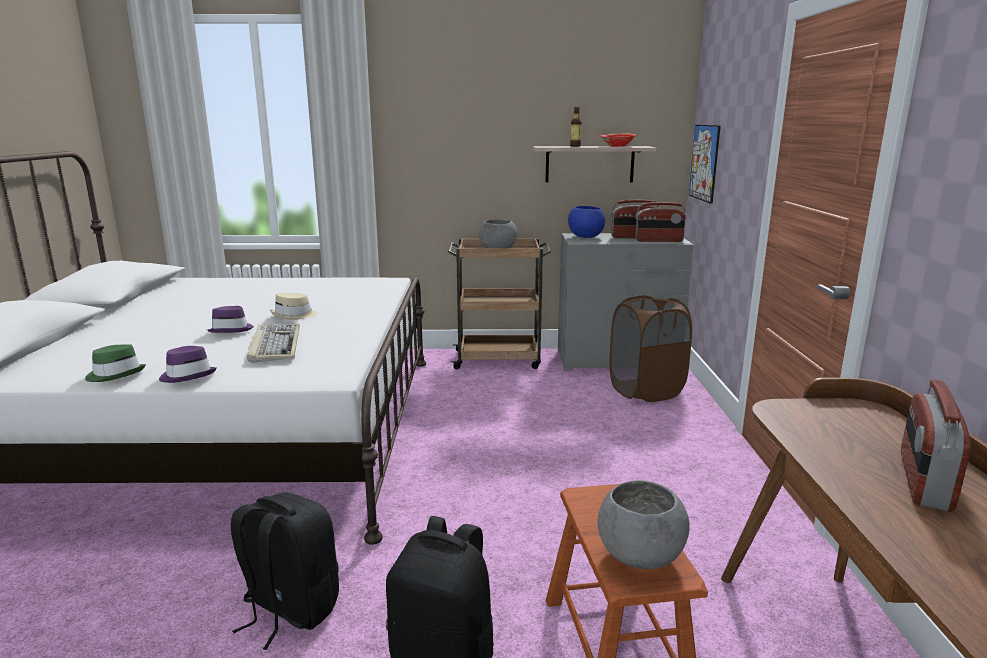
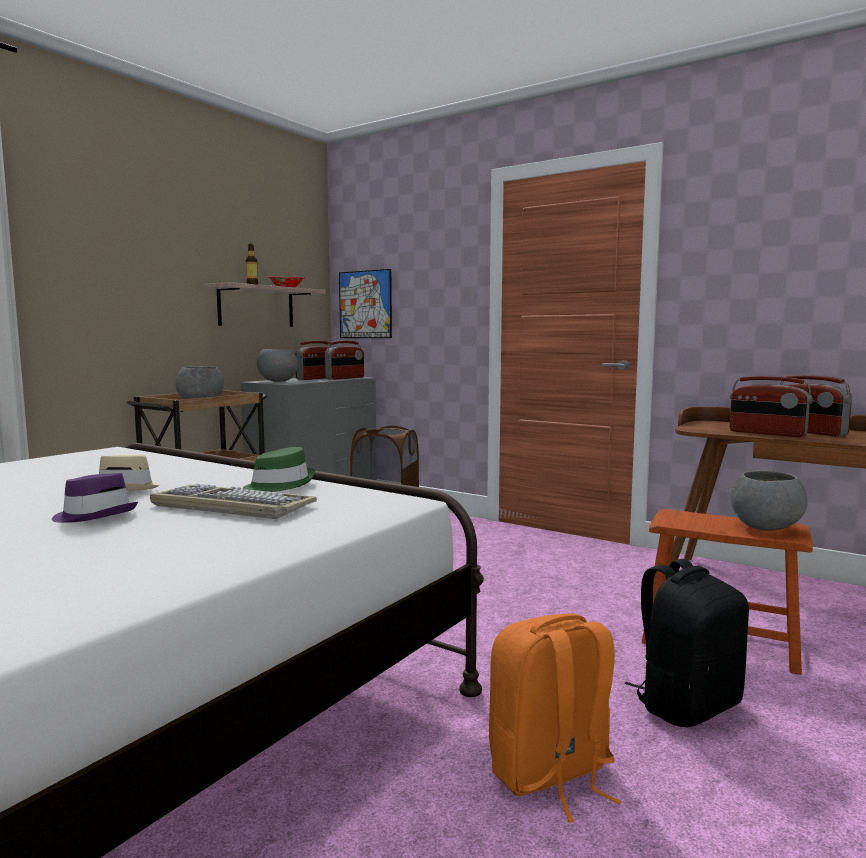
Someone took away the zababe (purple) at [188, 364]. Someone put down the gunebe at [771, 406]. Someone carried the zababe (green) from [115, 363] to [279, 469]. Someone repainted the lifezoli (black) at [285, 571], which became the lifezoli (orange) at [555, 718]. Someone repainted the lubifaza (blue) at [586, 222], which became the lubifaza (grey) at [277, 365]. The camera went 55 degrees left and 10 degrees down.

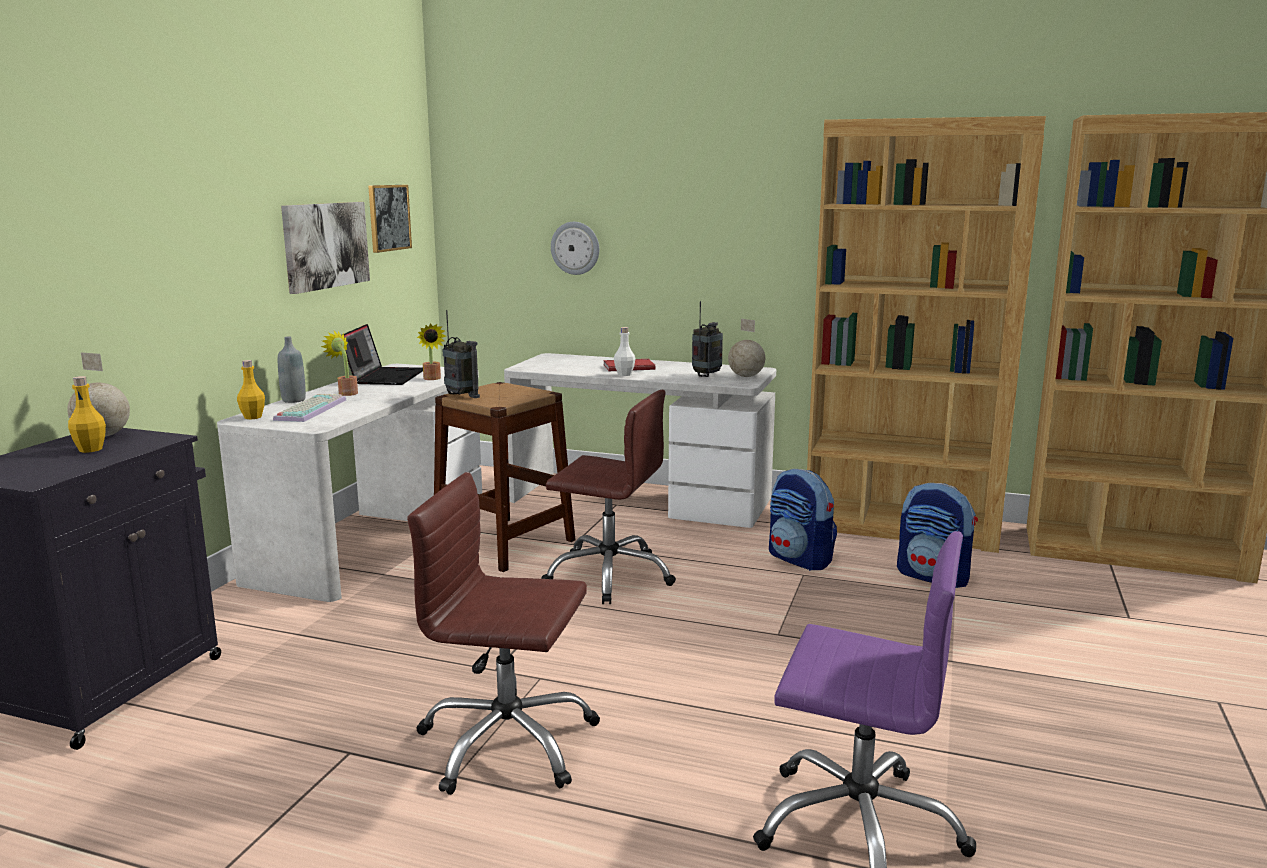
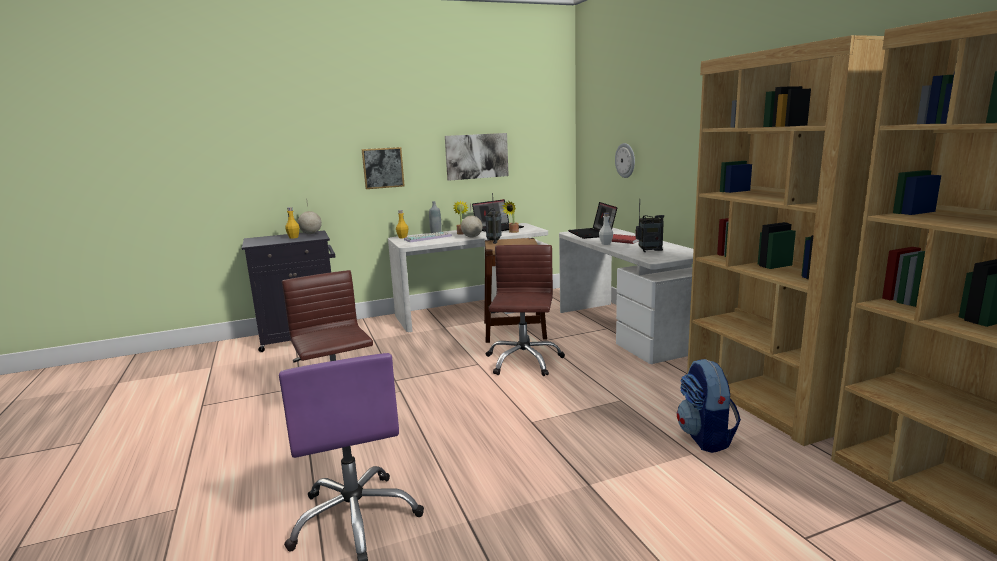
Someone took away the lifezoli at [803, 520]. Someone put down the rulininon at [592, 220]. Someone carried the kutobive from [390, 219] to [383, 168]. Someone carried the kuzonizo from [746, 348] to [472, 220]. Someone rotated the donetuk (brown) at [608, 497] by 150 degrees counterclockwise. The camera went 50 degrees right and 0 degrees up.

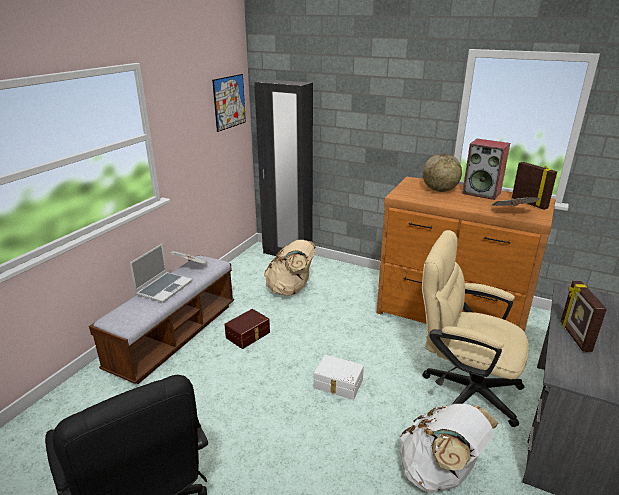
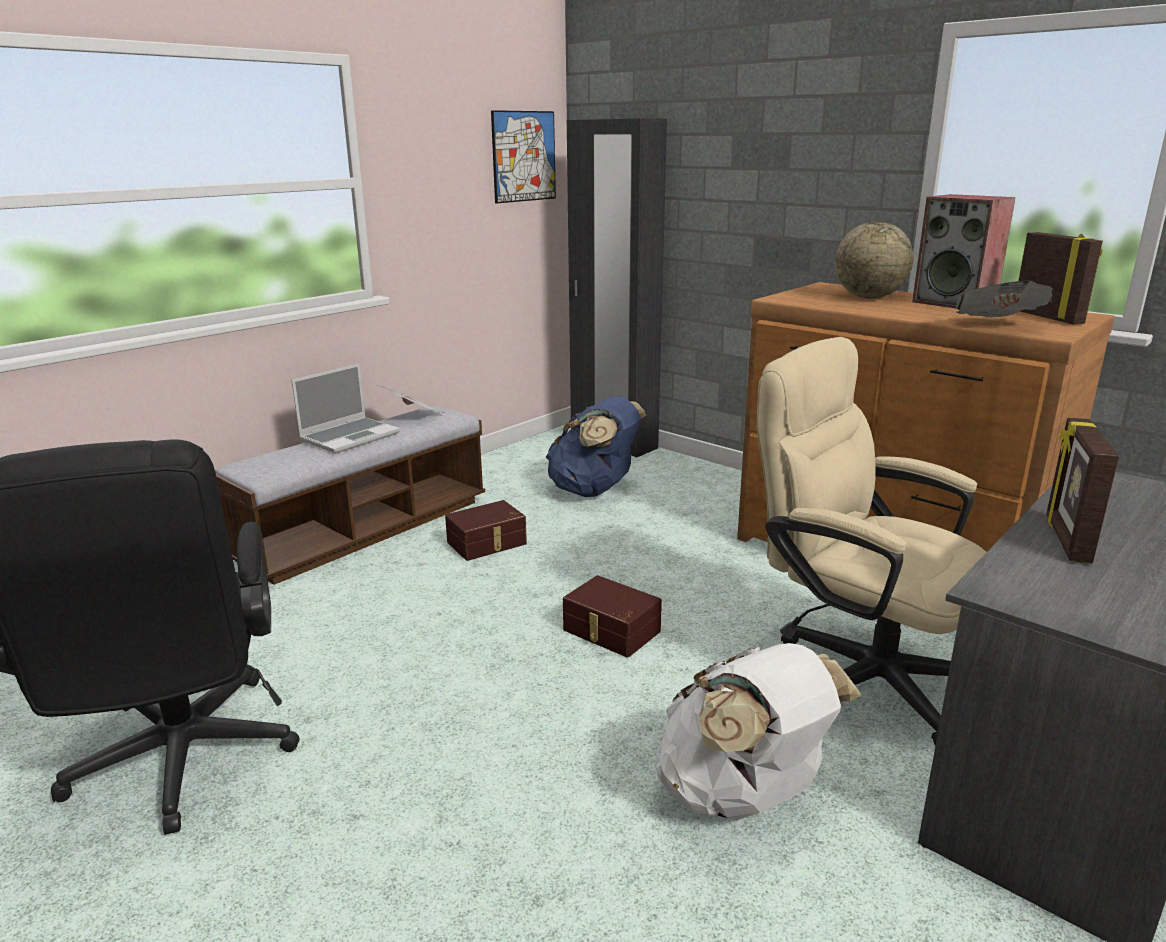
Someone repainted the lifezoli (beige) at [290, 268], which became the lifezoli (blue) at [596, 446]. Someone repainted the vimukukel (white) at [339, 377], which became the vimukukel (brown) at [612, 616]. The camera went 15 degrees right and 5 degrees down.

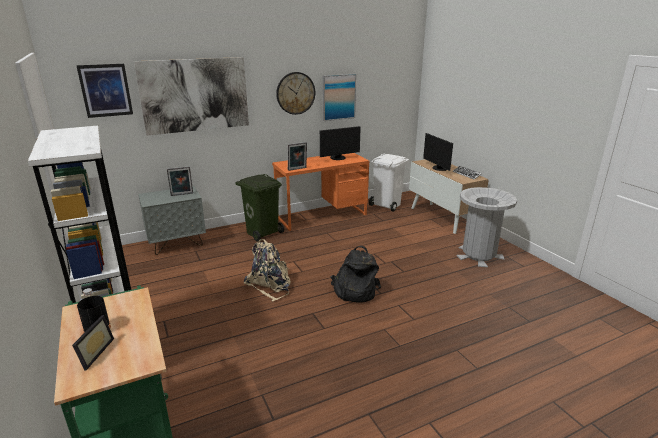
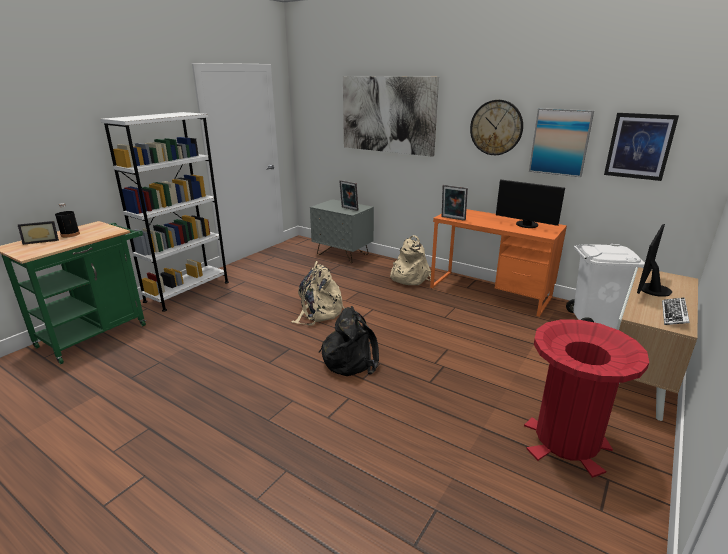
Someone carried the kutobive from [104, 91] to [641, 147]. Someone swapped the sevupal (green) at [260, 208] for the lifezoli (beige) at [410, 260]. Someone repainted the sevupal (grey) at [487, 227], which became the sevupal (red) at [586, 398]. The camera went 60 degrees right and 0 degrees up.

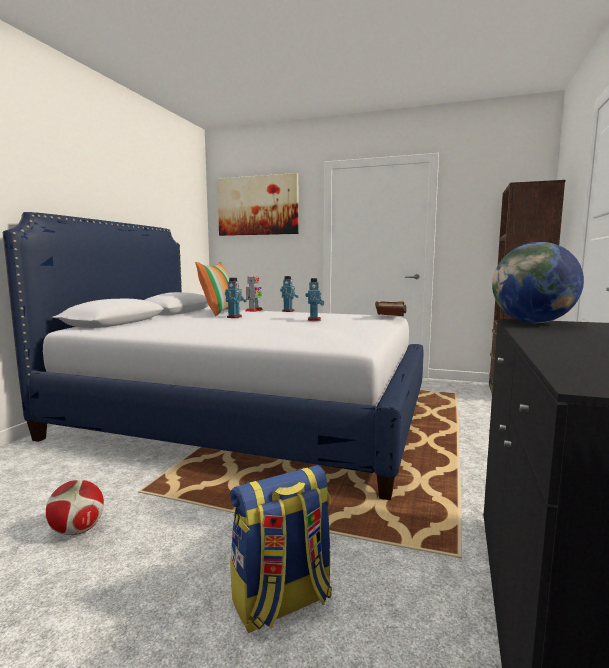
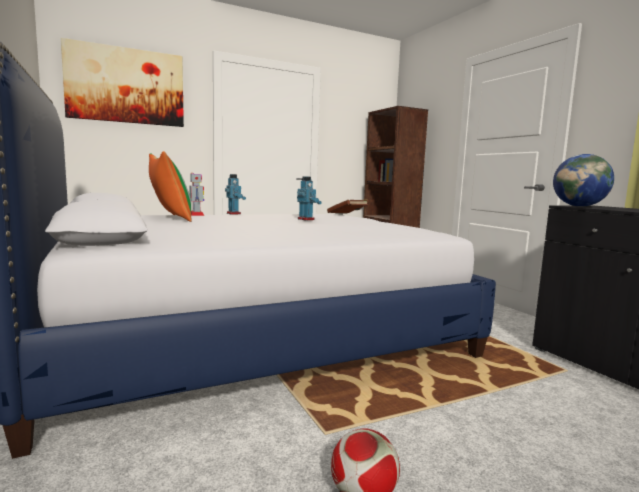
Someone took away the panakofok at [236, 298]. Someone took away the lifezoli at [281, 549]. The camera went 45 degrees left and 0 degrees up.

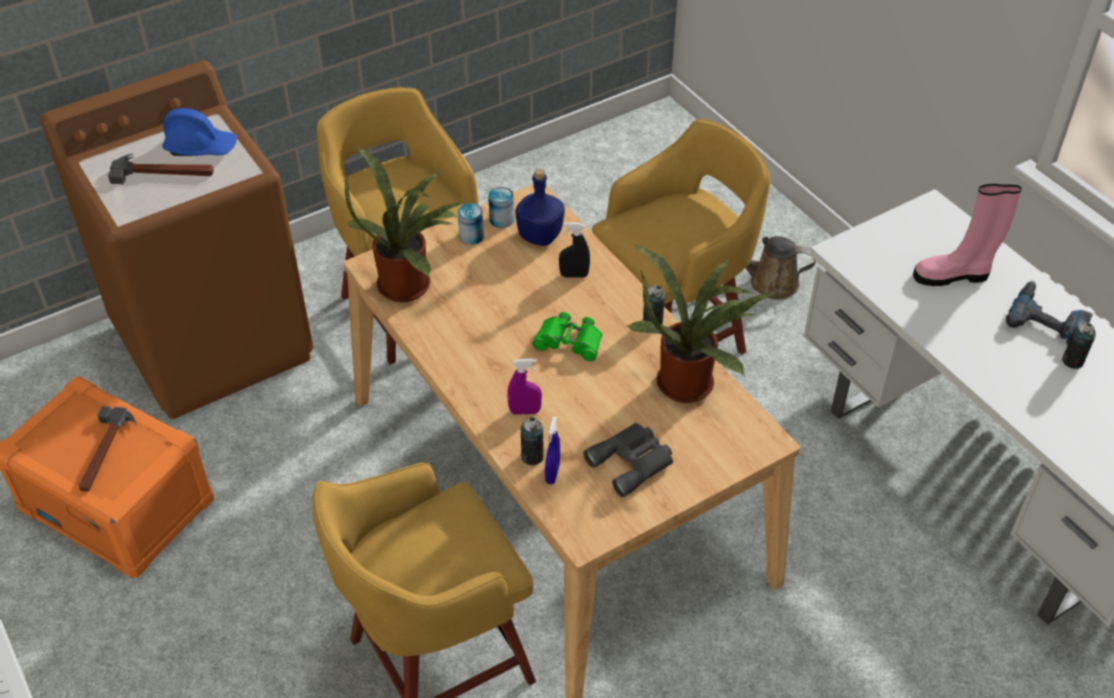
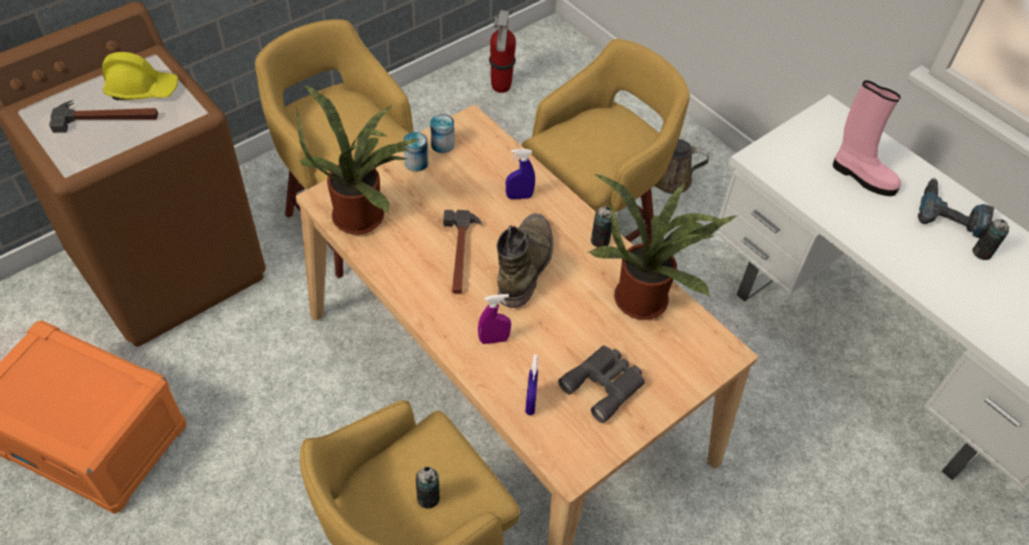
Someone took away the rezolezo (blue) at [540, 207]. Someone put down the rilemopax at [502, 51]. Someone carried the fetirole from [107, 449] to [463, 251]. Someone carried the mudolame from [532, 441] to [428, 488]. Someone swapped the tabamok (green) at [567, 336] for the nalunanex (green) at [525, 260]. Someone repainted the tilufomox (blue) at [199, 132], which became the tilufomox (yellow) at [140, 76]. Someone repainted the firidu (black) at [574, 250], which became the firidu (blue) at [520, 174]. Someone rotated the nalunanex (pink) at [967, 235] by 135 degrees counterclockwise. The camera went 10 degrees left and 5 degrees up.

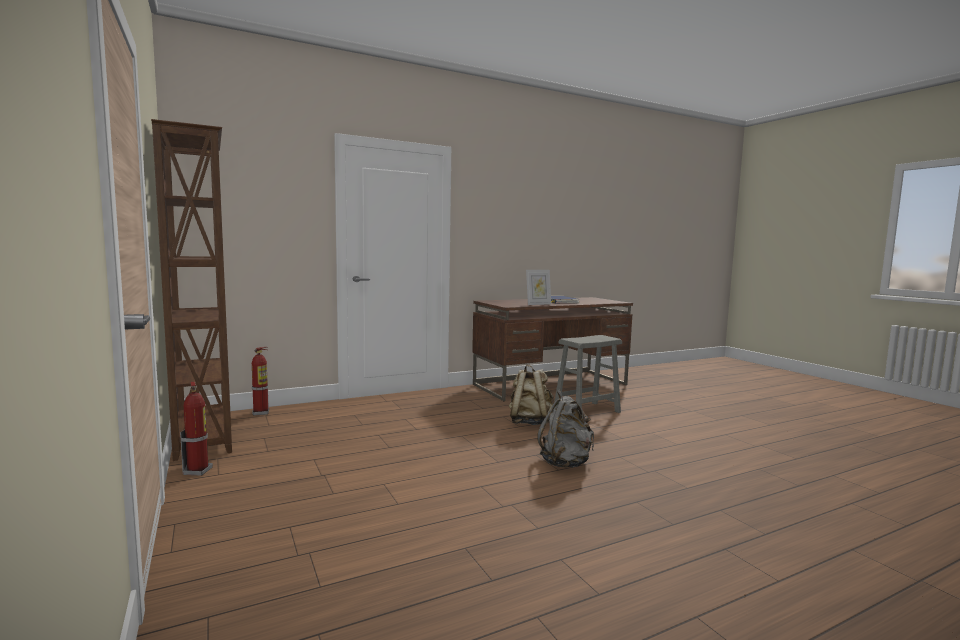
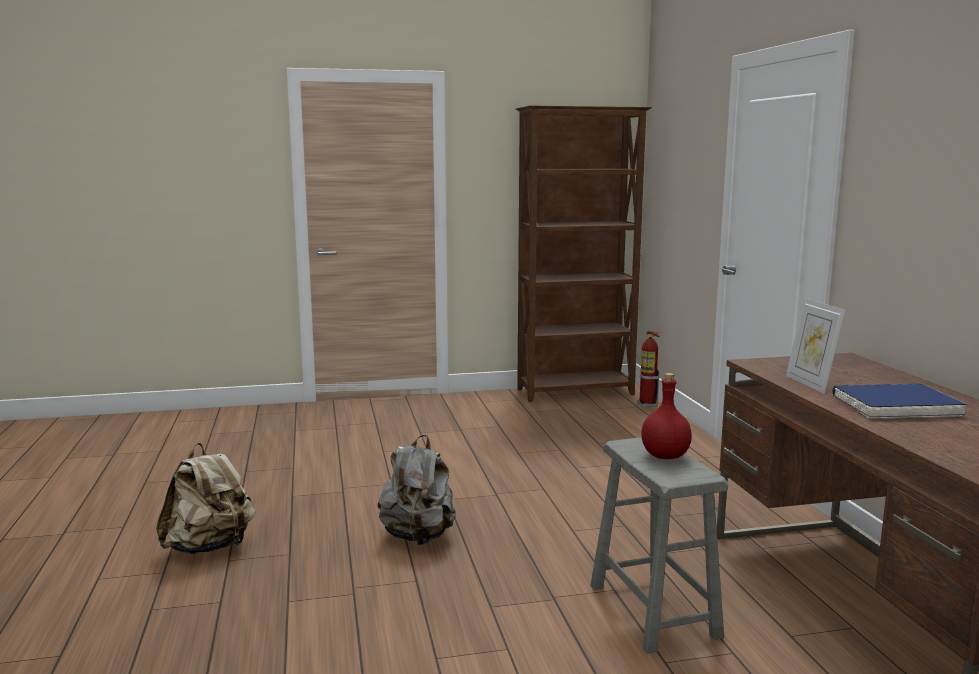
Someone took away the rilemopax at [196, 428]. Someone put down the rezolezo (red) at [666, 416]. Someone carried the lifezoli (beige) from [531, 395] to [205, 498]. The camera went 105 degrees right and 5 degrees up.

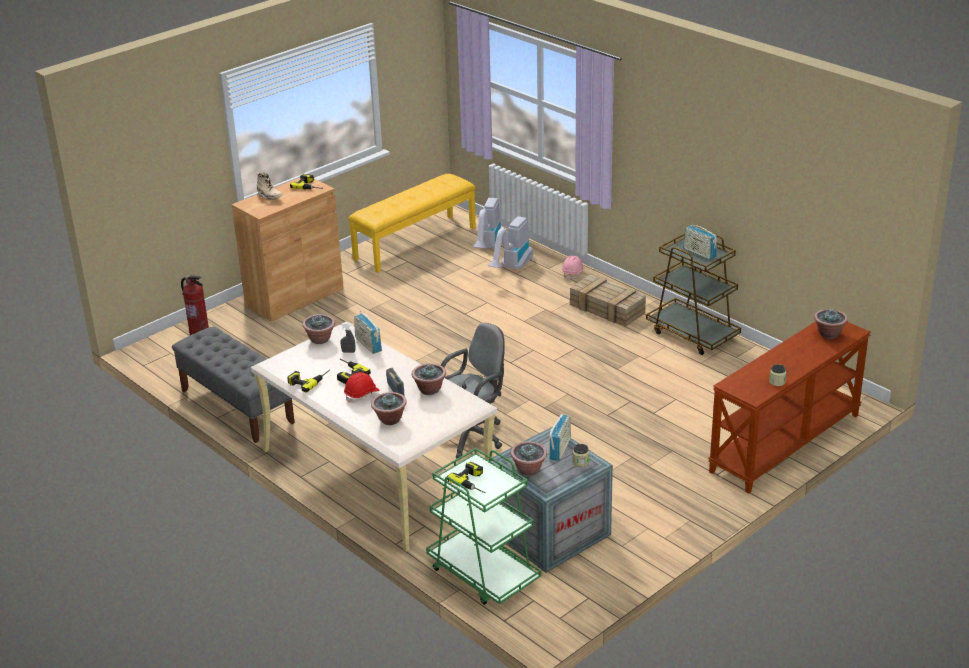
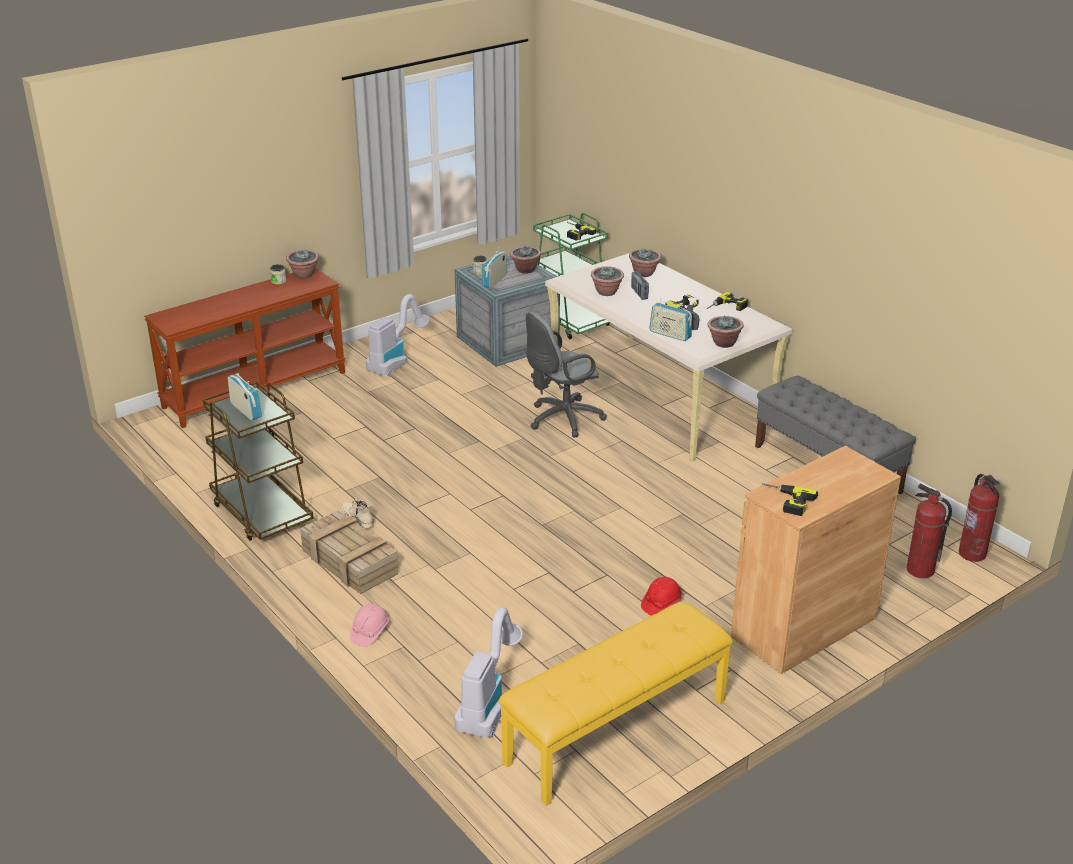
Someone put down the rilemopax at [979, 518]. Someone carried the nalunanex (beige) from [269, 186] to [357, 513]. Someone carried the tilufomox (red) from [361, 387] to [661, 596]. Someone carried the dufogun from [510, 243] to [397, 335]. Someone carried the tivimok from [831, 324] to [302, 264]. Someone rotated the gunebe at [368, 332] by 150 degrees clockwise. The camera went 175 degrees left and 0 degrees up.

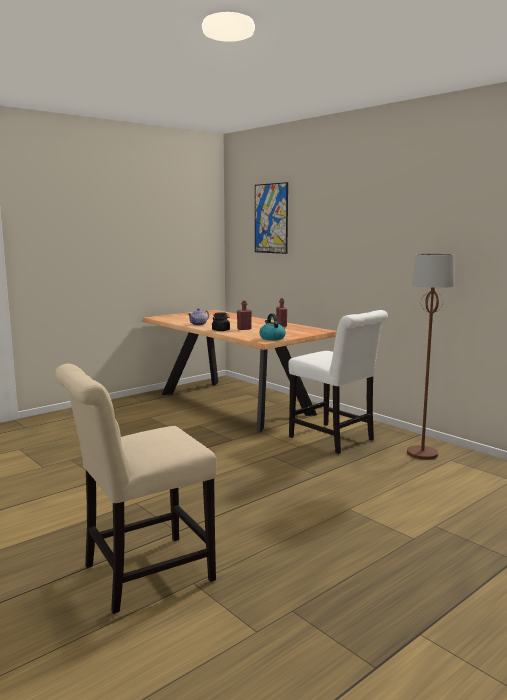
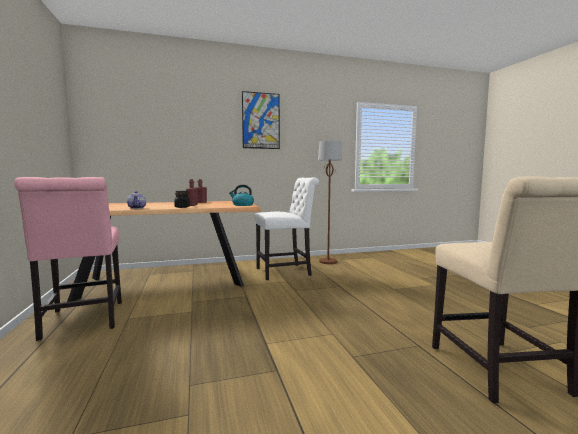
Someone put down the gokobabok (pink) at [68, 259]. Someone carried the kutobive from [271, 218] to [261, 120]. The camera went 65 degrees left and 5 degrees down.

